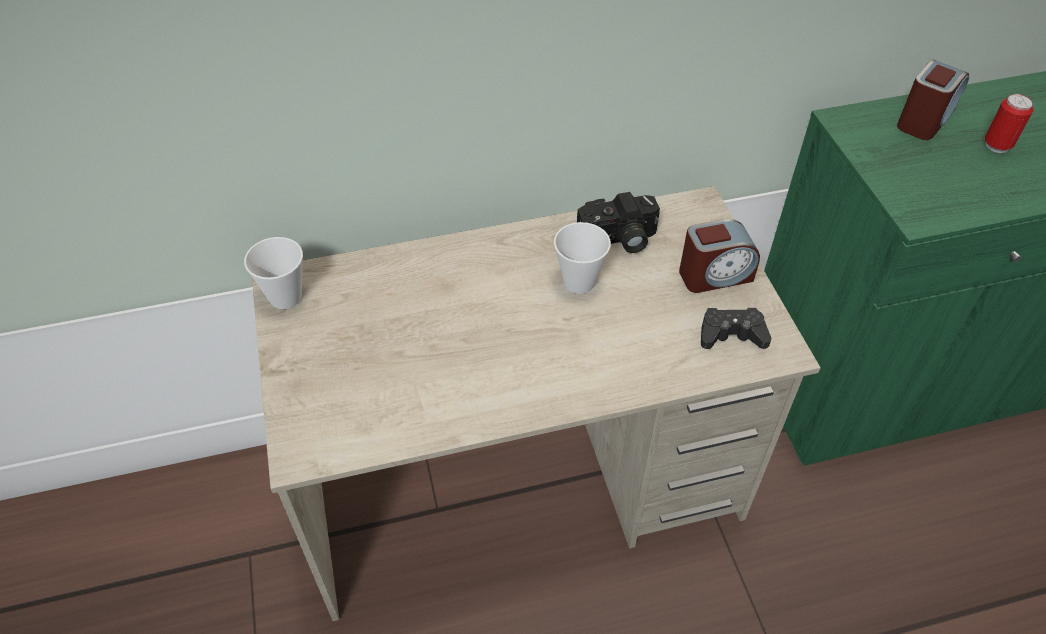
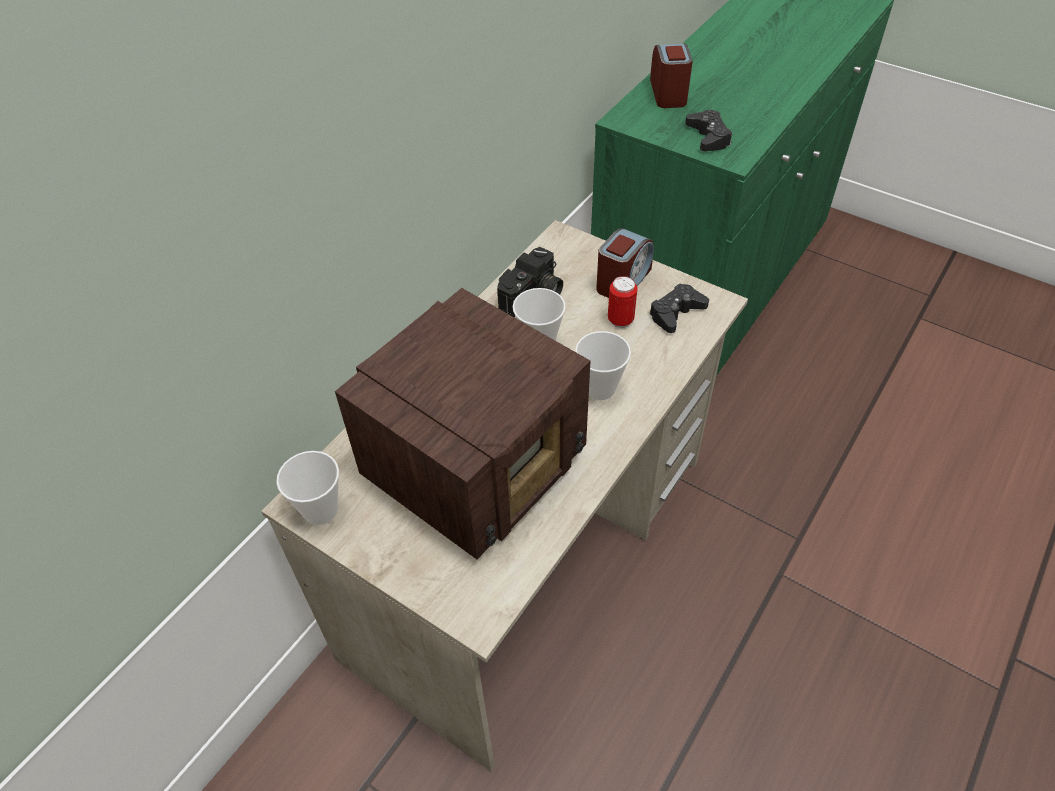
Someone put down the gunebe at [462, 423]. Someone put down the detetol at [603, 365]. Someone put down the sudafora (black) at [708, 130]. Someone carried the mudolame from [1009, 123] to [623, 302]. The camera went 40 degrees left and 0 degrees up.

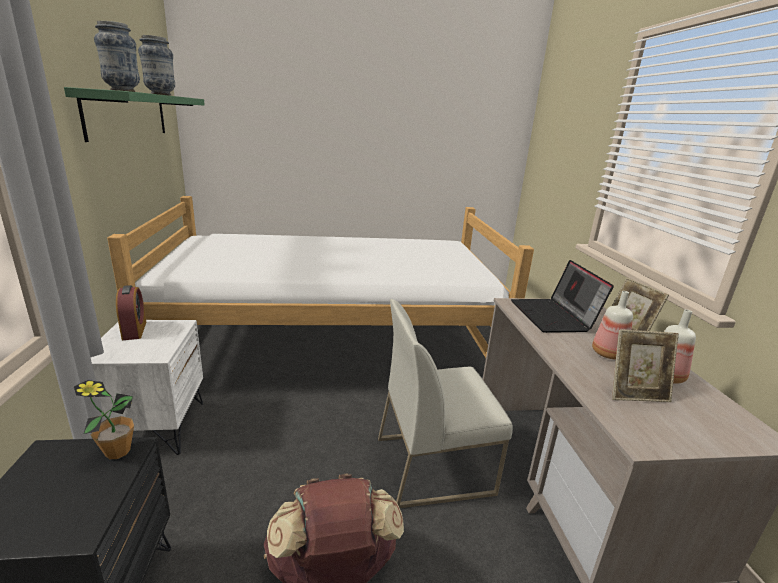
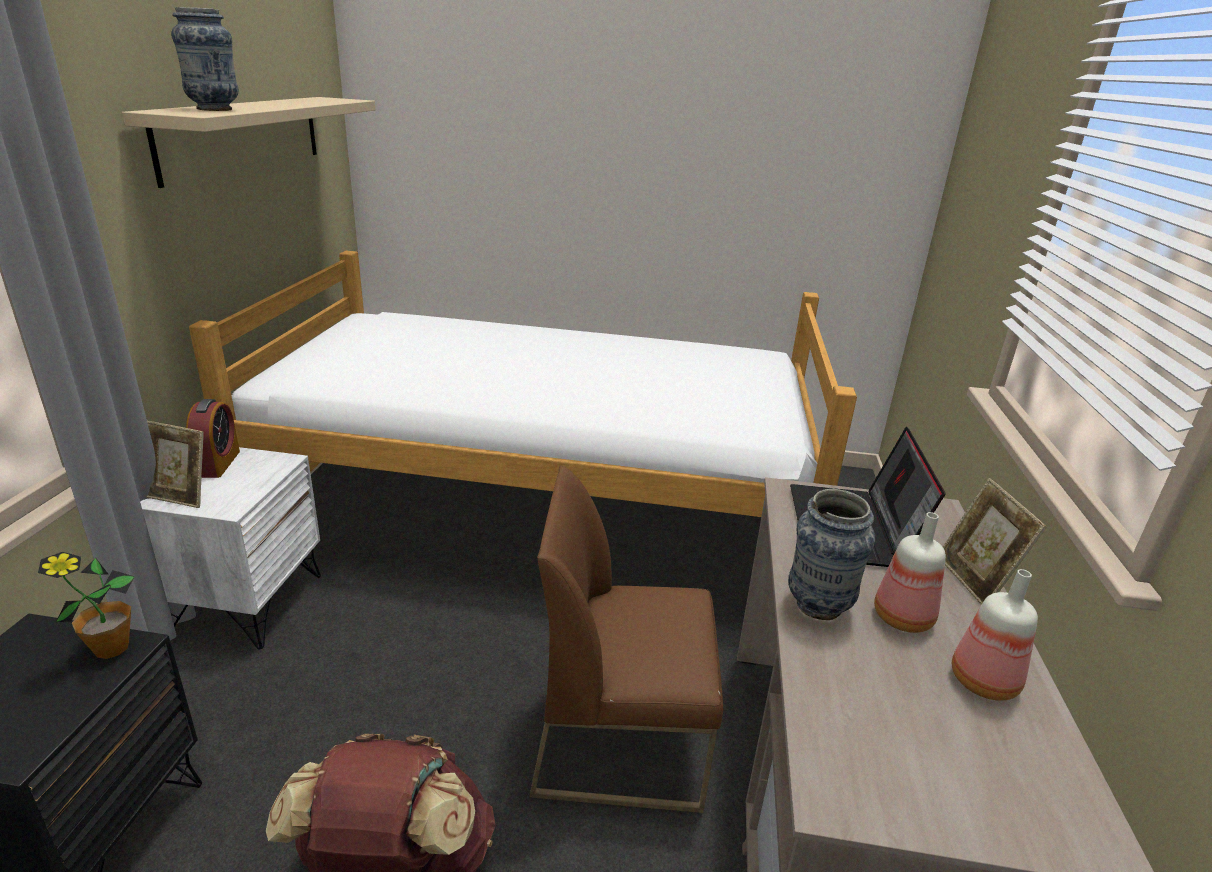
Someone carried the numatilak from [156, 65] to [831, 554]. Someone carried the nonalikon from [645, 365] to [175, 464]. Someone repainted the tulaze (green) at [134, 114], which became the tulaze (beige) at [248, 142]. Someone repainted the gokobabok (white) at [445, 403], which became the gokobabok (brown) at [626, 639]. The camera went 15 degrees right and 5 degrees up.

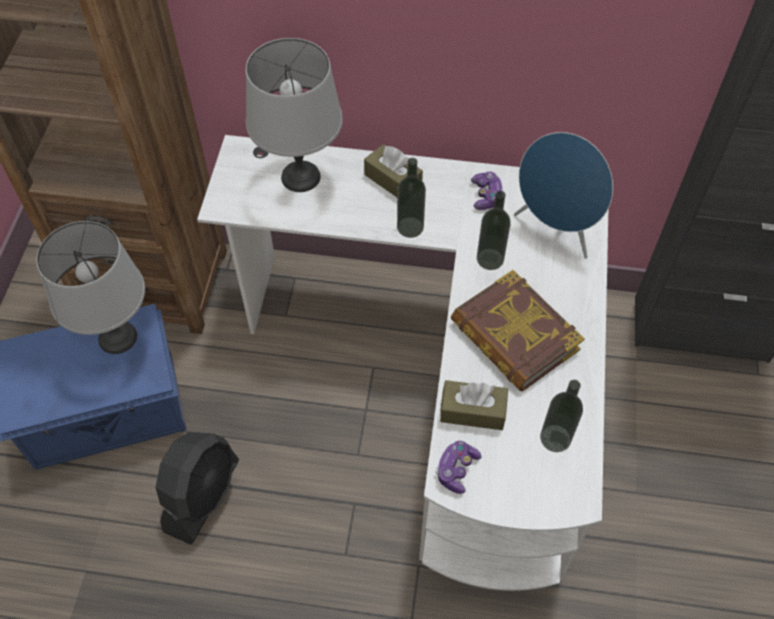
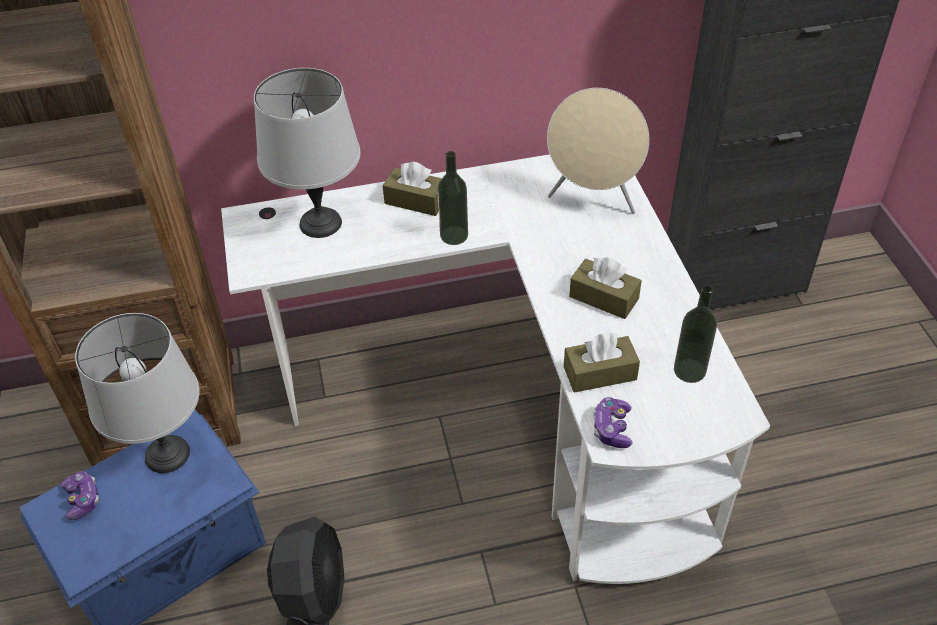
Someone took away the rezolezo at [494, 230]. Someone carried the sudafora from [486, 190] to [80, 495]. Someone swapped the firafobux at [518, 331] for the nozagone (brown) at [605, 288]. Someone repainted the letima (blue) at [563, 195], which became the letima (beige) at [598, 151]. The camera went 20 degrees left and 10 degrees down.

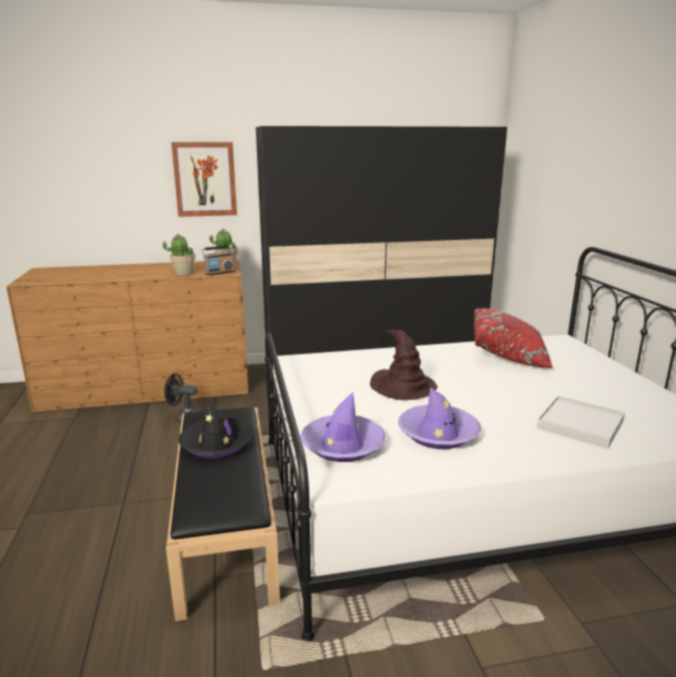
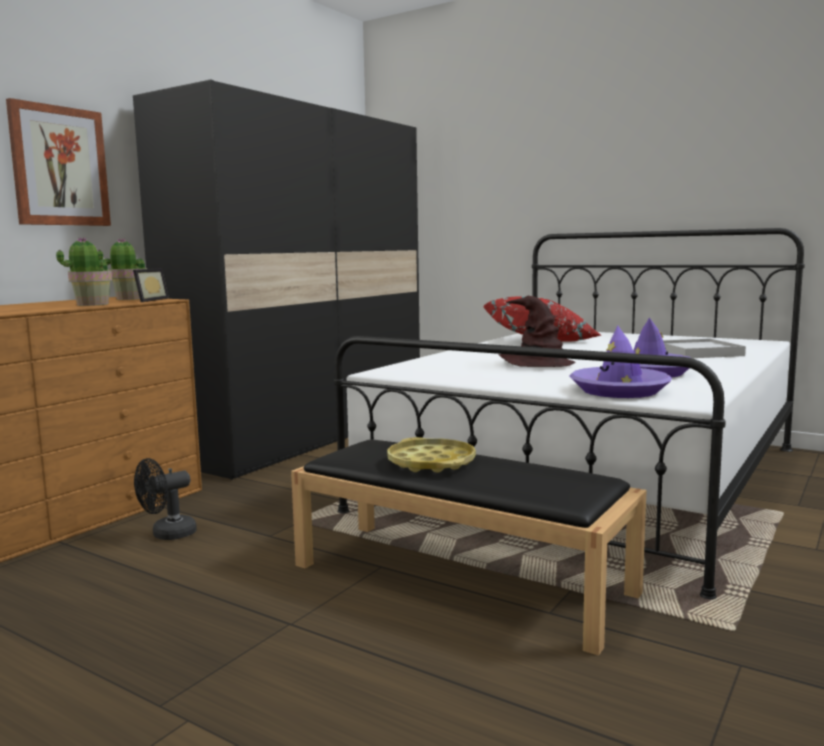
Someone swapped the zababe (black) at [215, 428] for the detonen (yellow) at [431, 455]. Someone swapped the gunebe at [218, 260] for the nonalikon at [151, 285]. The camera went 45 degrees left and 10 degrees down.

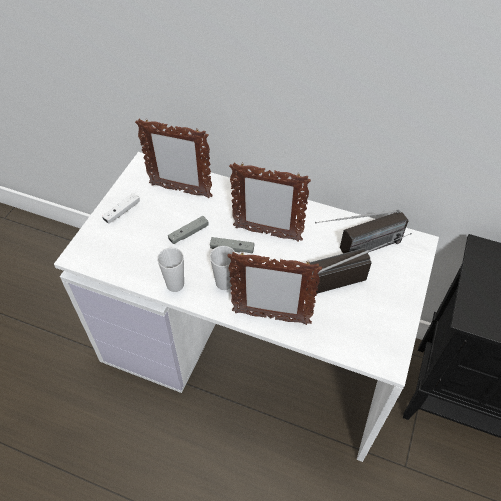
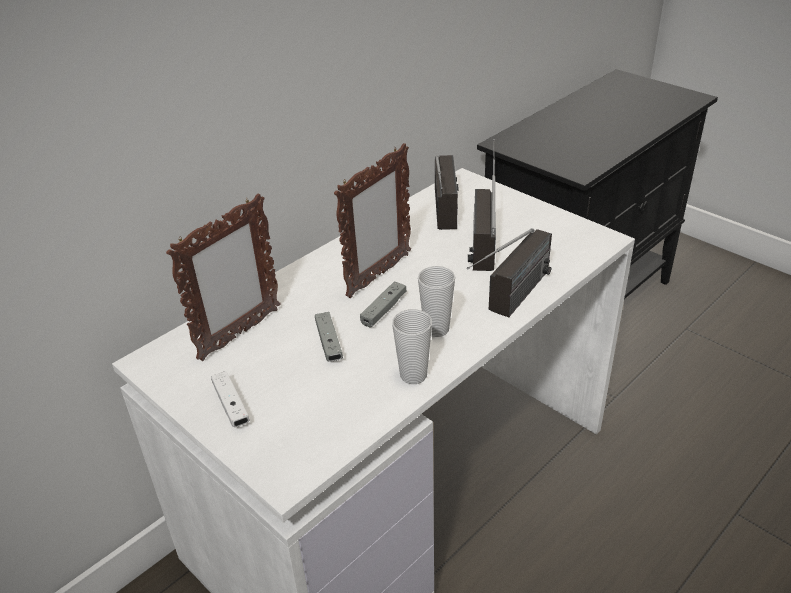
Someone swapped the nonalikon at [275, 288] for the gunebe at [509, 272]. The camera went 65 degrees left and 15 degrees down.

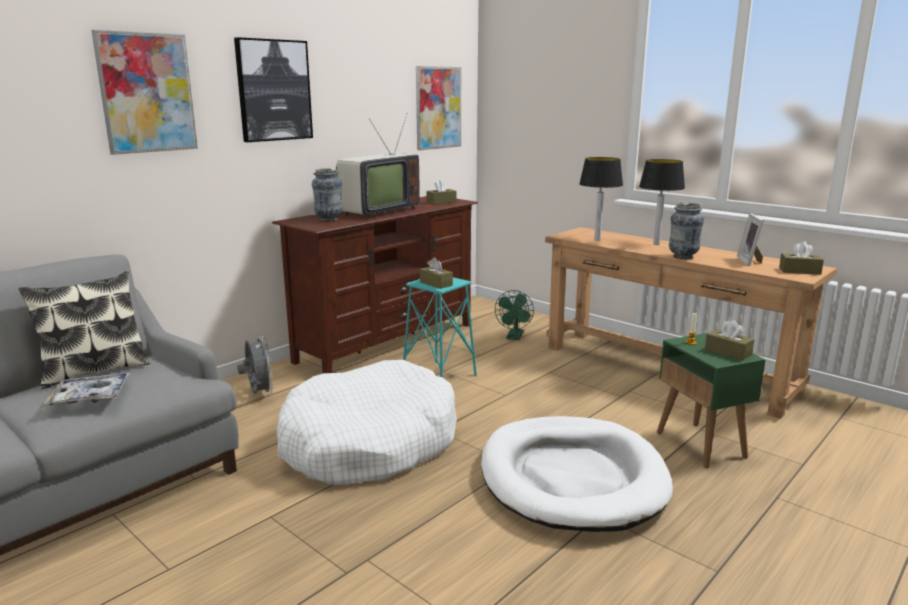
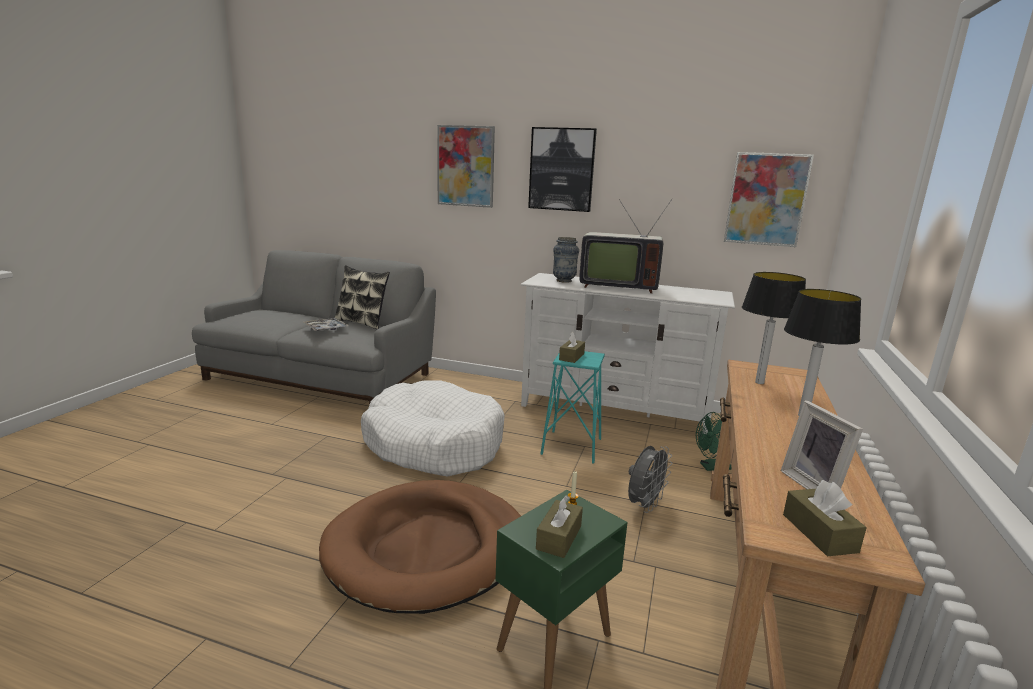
Someone took away the nozagone (brown) at [441, 192]. Someone took away the numatilak at [686, 231]. Someone carried the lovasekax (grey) from [255, 365] to [650, 479]. Someone repainted the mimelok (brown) at [375, 284], which became the mimelok (white) at [627, 353]. Someone repainted the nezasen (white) at [577, 474], which became the nezasen (brown) at [420, 547]. Someone rotated the nonalikon at [750, 239] by 90 degrees counterclockwise. The camera went 65 degrees right and 0 degrees up.

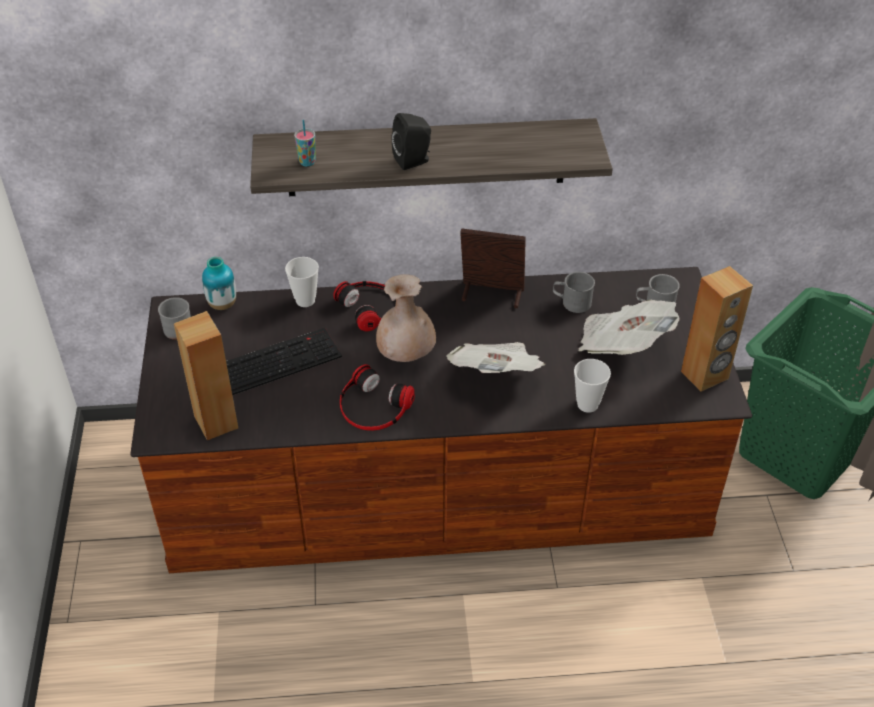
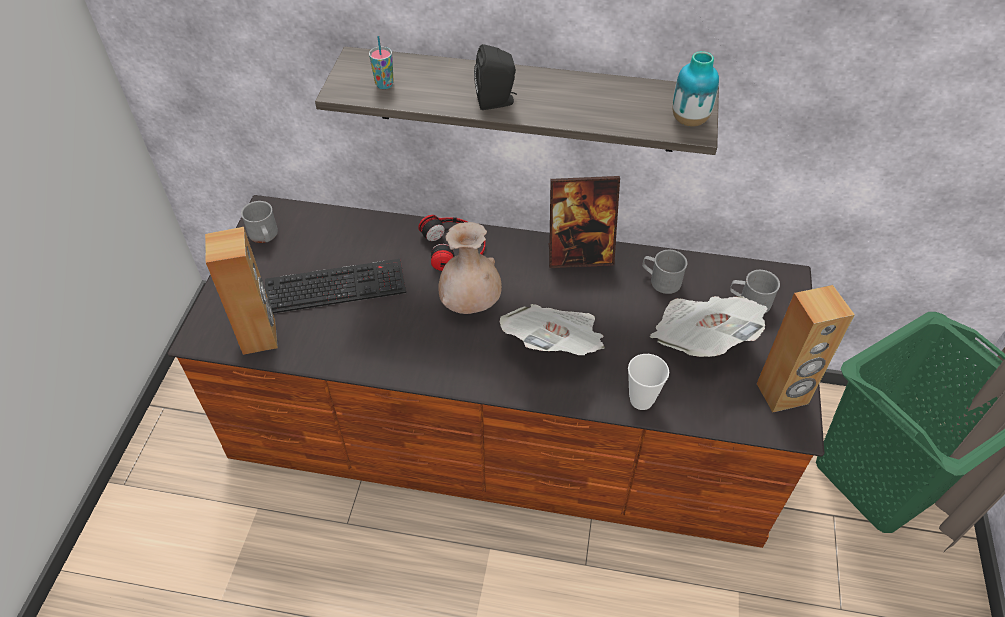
Someone took away the detetol at [302, 282]. Someone took away the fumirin at [377, 397]. Someone carried the numatilak from [219, 283] to [695, 89]. Someone rotated the nonalikon at [493, 268] by 150 degrees clockwise. The camera went 15 degrees right and 5 degrees up.

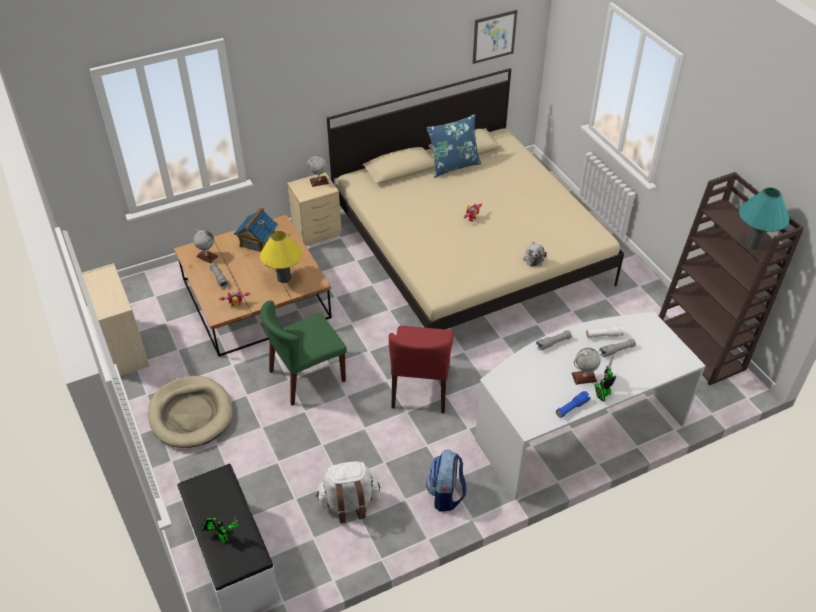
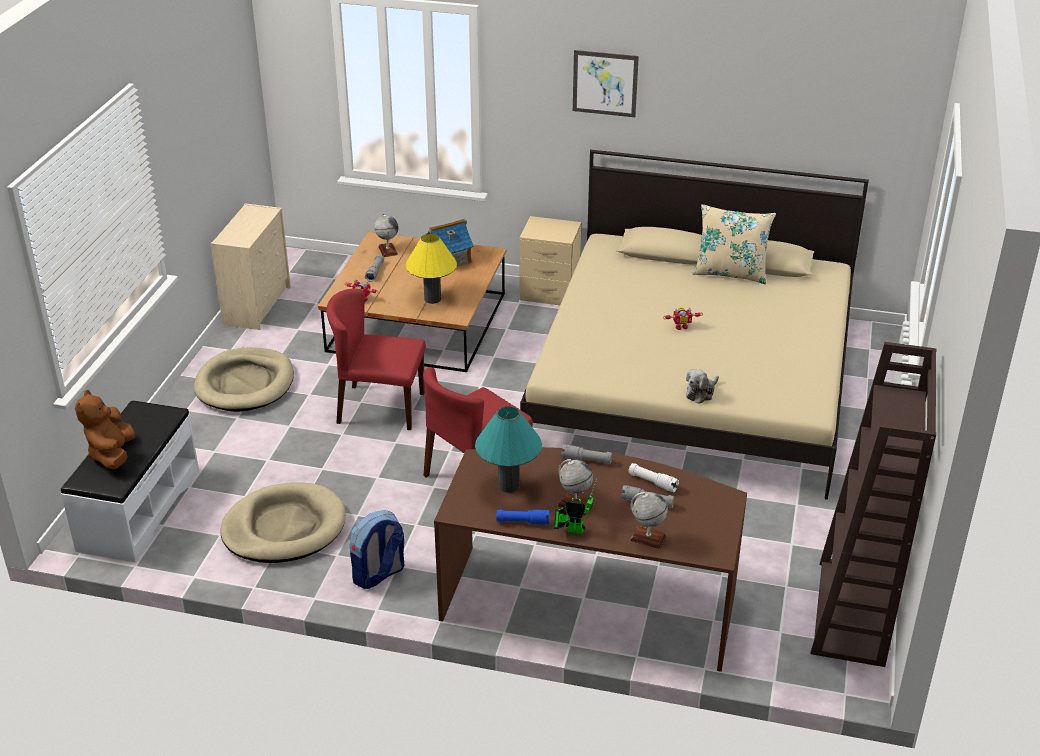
Someone carried the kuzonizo from [318, 171] to [649, 520]. Someone carried the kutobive from [495, 37] to [606, 83]. Someone carried the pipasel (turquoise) from [764, 218] to [508, 449]. Someone swapped the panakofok at [219, 528] for the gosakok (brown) at [105, 429]. Someone swapped the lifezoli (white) at [347, 492] for the nezasen (beige) at [283, 522]. Someone repainted the gokobabok (green) at [303, 352], which became the gokobabok (red) at [376, 359]. Someone repainted the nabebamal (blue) at [454, 146], which became the nabebamal (beige) at [734, 244]. Someone repainted the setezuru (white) at [590, 406], which became the setezuru (brown) at [590, 559]. The camera went 40 degrees right and 10 degrees down.

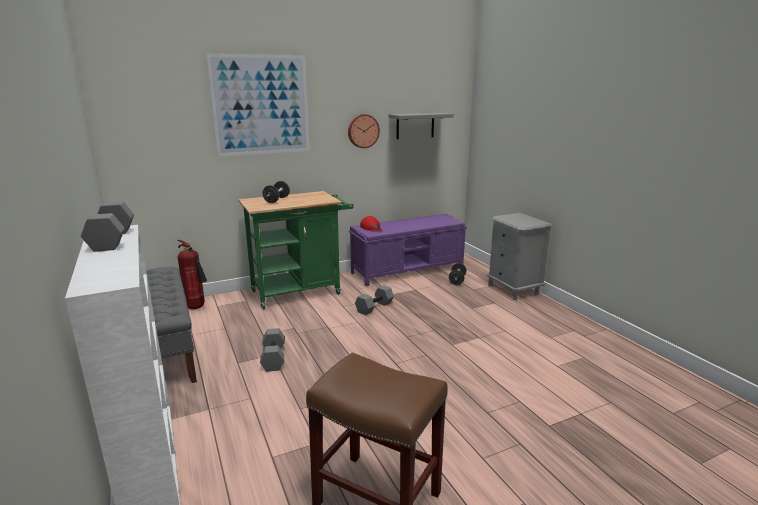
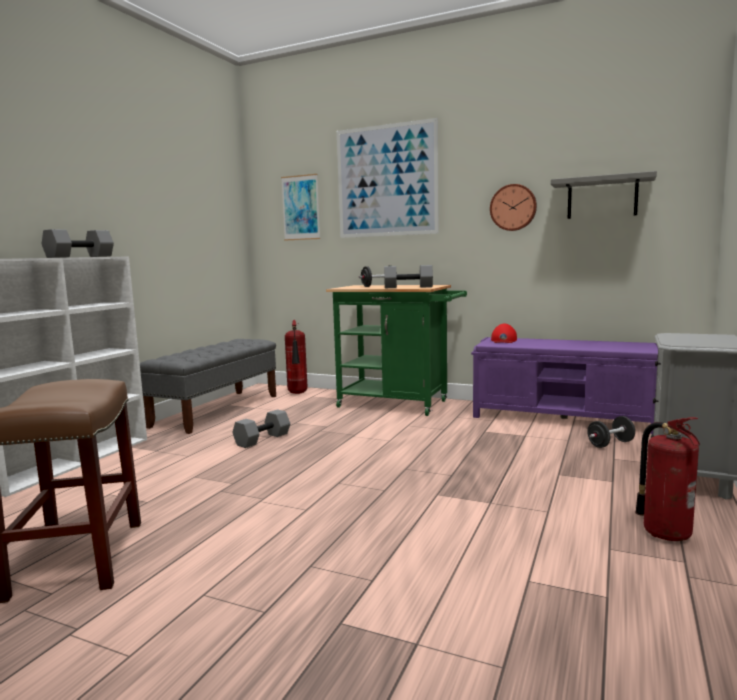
Someone put up the kutobive at [300, 207]. Someone put down the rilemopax at [667, 479]. Someone carried the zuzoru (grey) from [374, 300] to [408, 276]. The camera went 50 degrees right and 10 degrees down.

